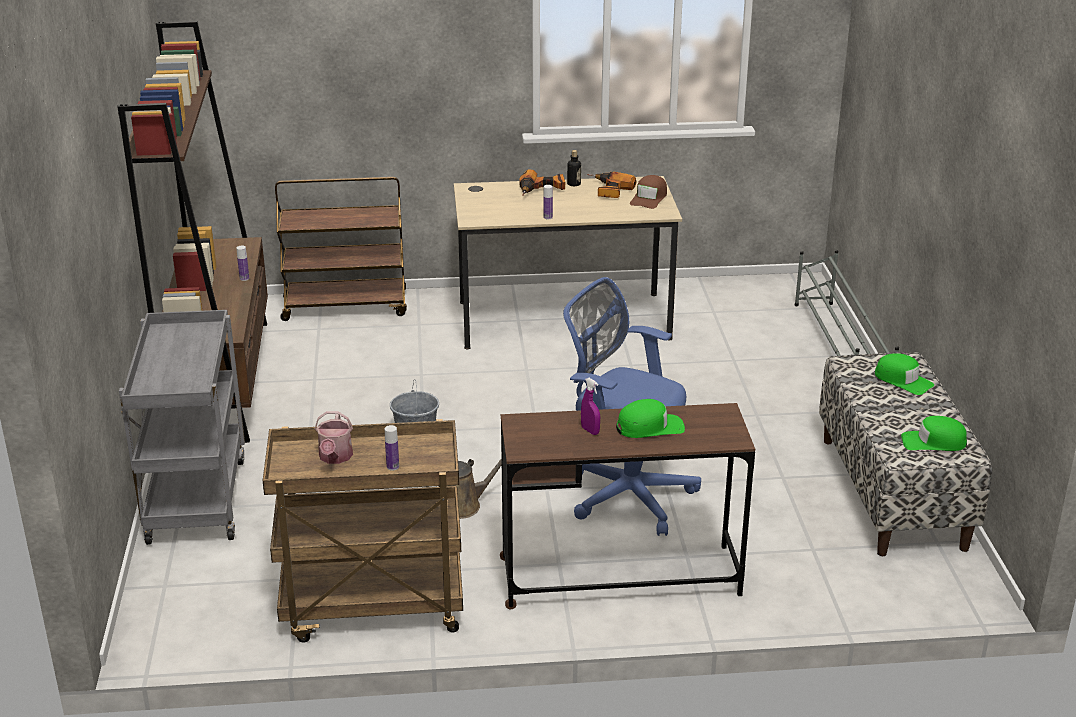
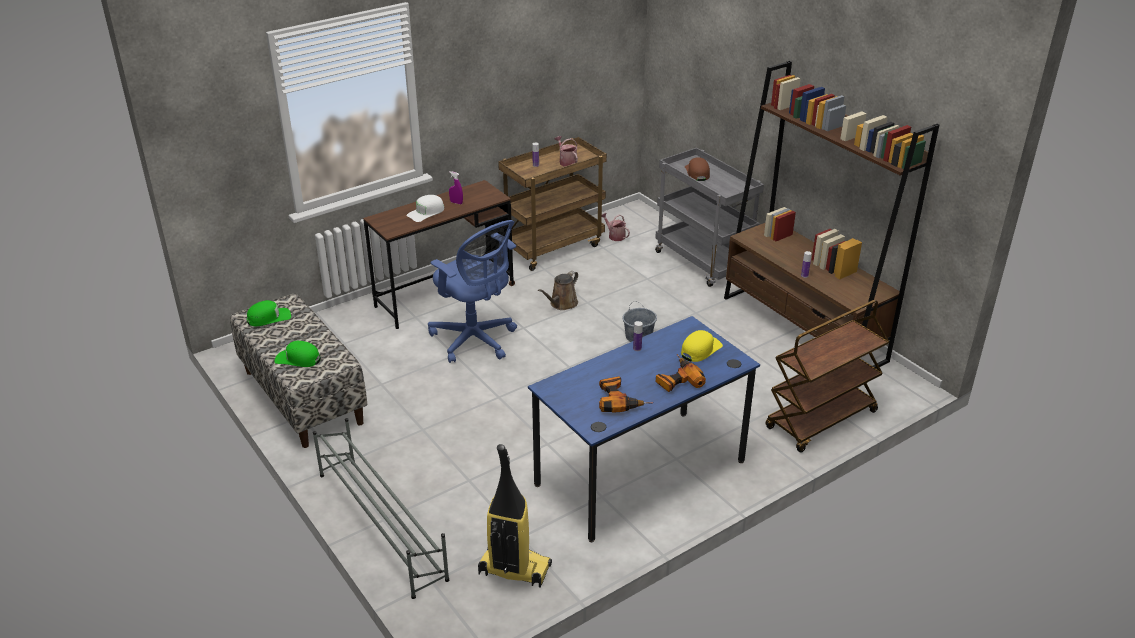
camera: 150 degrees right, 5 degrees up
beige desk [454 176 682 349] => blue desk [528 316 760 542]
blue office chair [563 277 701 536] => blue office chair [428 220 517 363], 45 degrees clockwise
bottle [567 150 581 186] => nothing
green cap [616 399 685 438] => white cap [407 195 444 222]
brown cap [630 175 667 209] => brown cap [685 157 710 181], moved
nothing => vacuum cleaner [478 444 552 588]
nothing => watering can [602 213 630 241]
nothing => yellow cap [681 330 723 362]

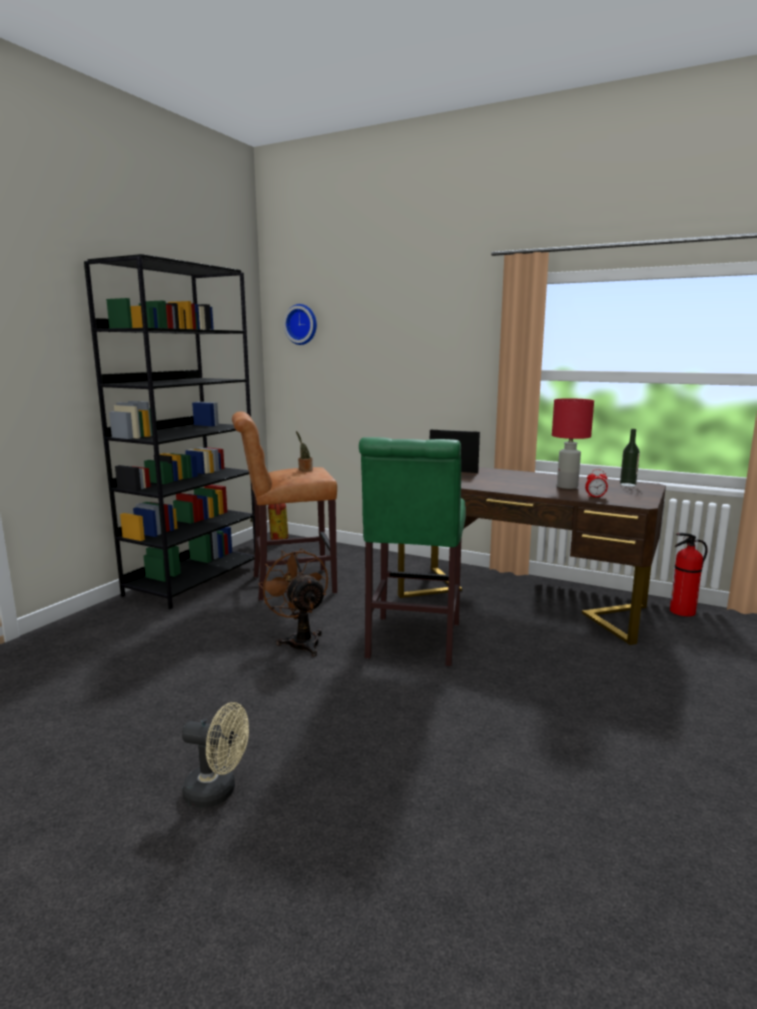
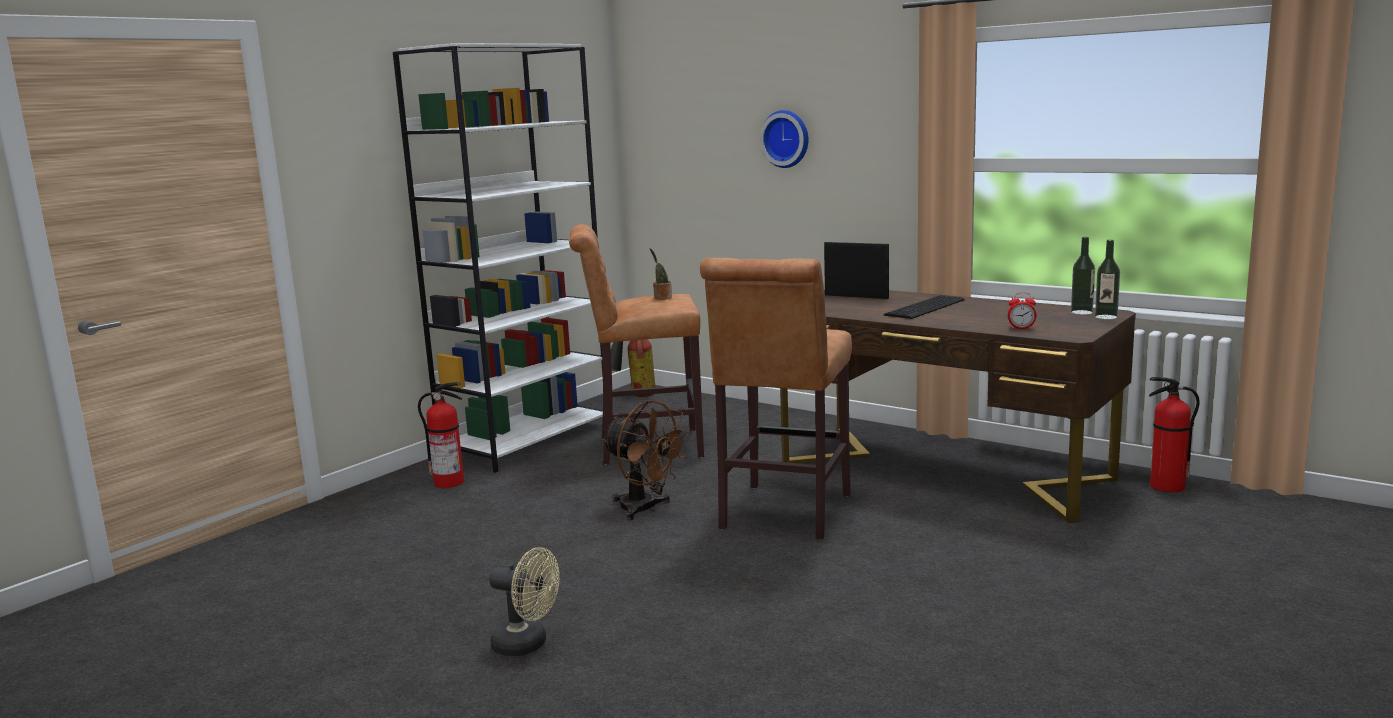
camera: 10 degrees right, 0 degrees up
black bookcase [84 254 255 609] => white bookcase [393 43 603 473]
brown fan [259 548 328 657] => brown fan [601 400 690 520], 150 degrees clockwise
wall clock [283 304 317 345] => wall clock [760 110 808 168], moved
green stool [359 437 466 666] => brown stool [700 258 852 540]
red table lamp [552 398 594 489] => nothing
nothing => fire extinguisher [418 382 464 488]
nothing => keyboard [884 295 965 319]
nothing => bottle [1095 240 1120 319]

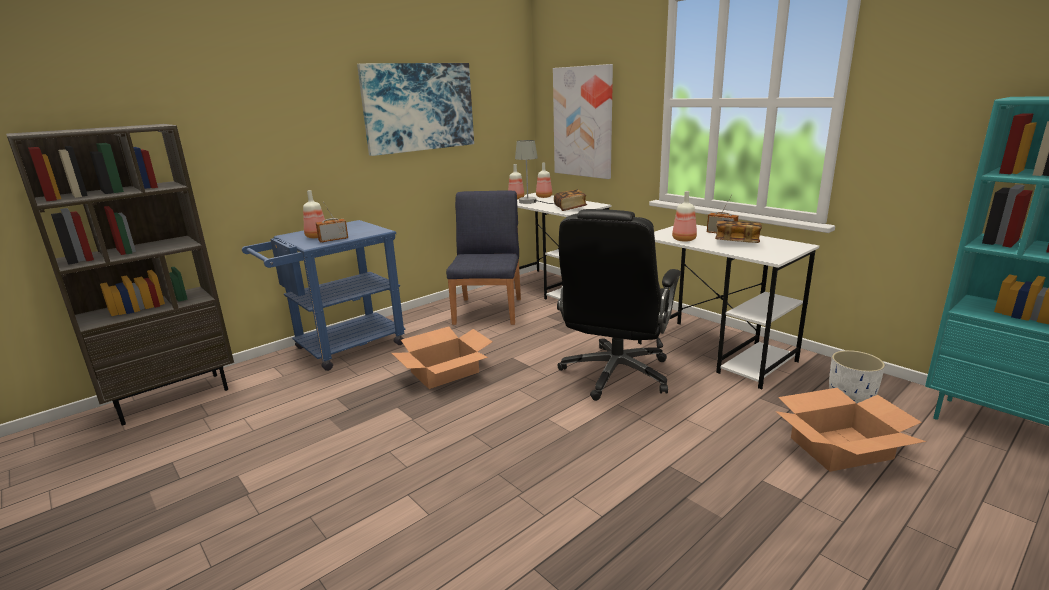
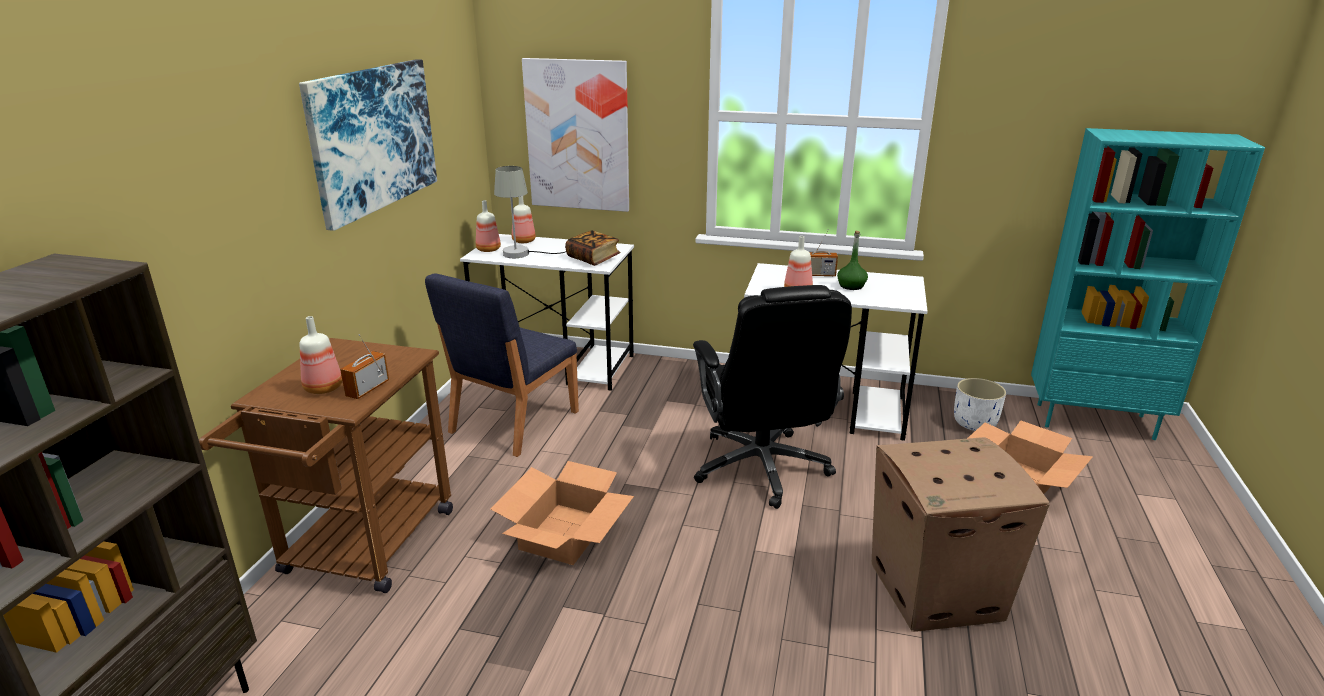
camera: 35 degrees left, 5 degrees up
blue cart [242 220 405 371] => brown cart [199 338 453 593]
blue chair [446 190 521 325] => blue chair [425 273 579 457], 120 degrees counterclockwise
book [715 221 762 243] => green bottle [837 231 868 290]
nothing => cardboard box [871 437 1050 632]

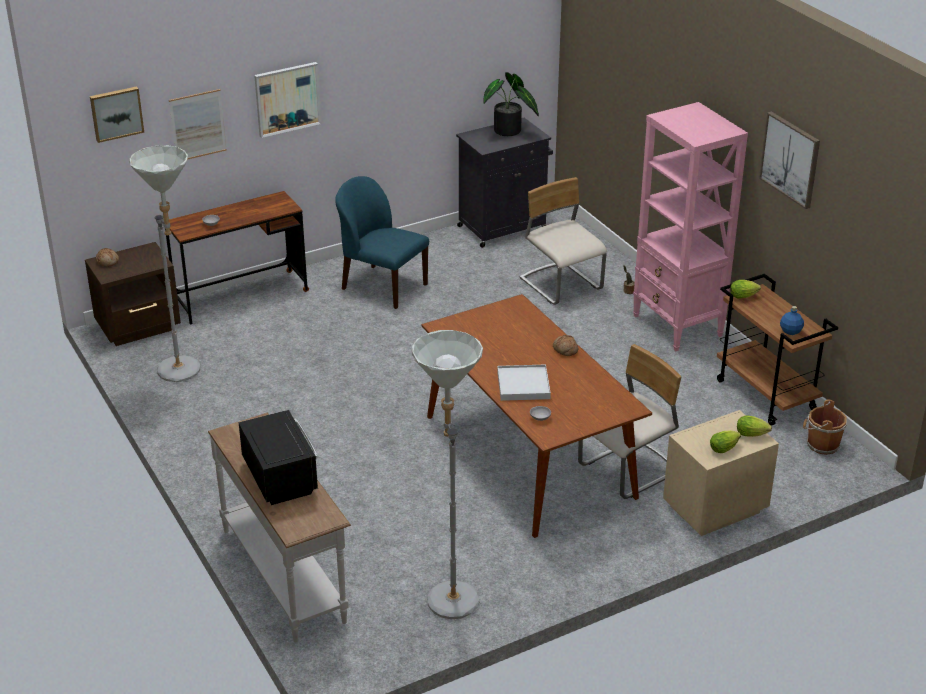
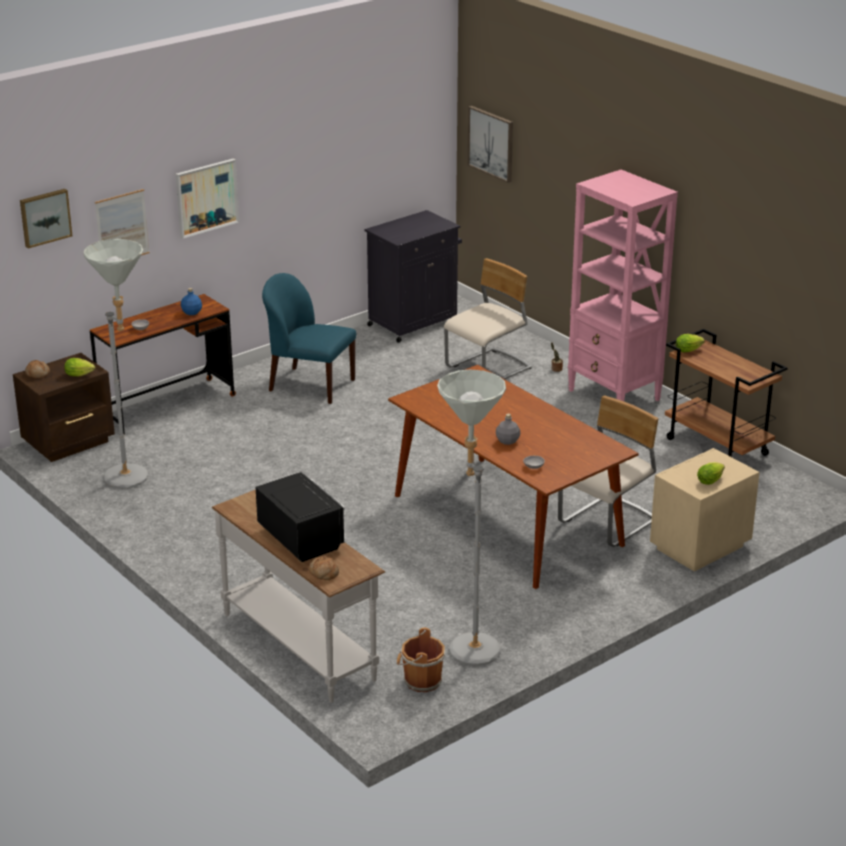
camera: 10 degrees left, 5 degrees down
potted plant [483 72 539 136] => nothing
white tray [497 364 551 401] => grey bottle [496 414 520 445]
beige chair [520 177 607 305] => beige chair [444 258 532 379], 90 degrees clockwise
bread [553 335 578 356] => bread [309 556 339 580], moved
lettuce [737 416 772 437] => lettuce [64 358 95 376], moved
picture [759 112 820 209] => picture [468 106 513 183], moved
blue bottle [780 306 804 335] => blue bottle [181 288 202 315], moved
brown bucket [803 399 847 455] => brown bucket [397 628 445 692], moved

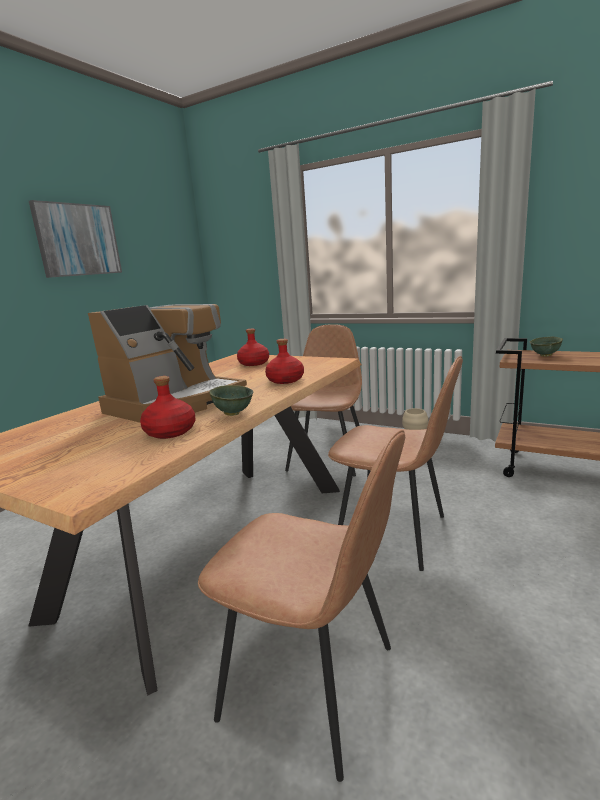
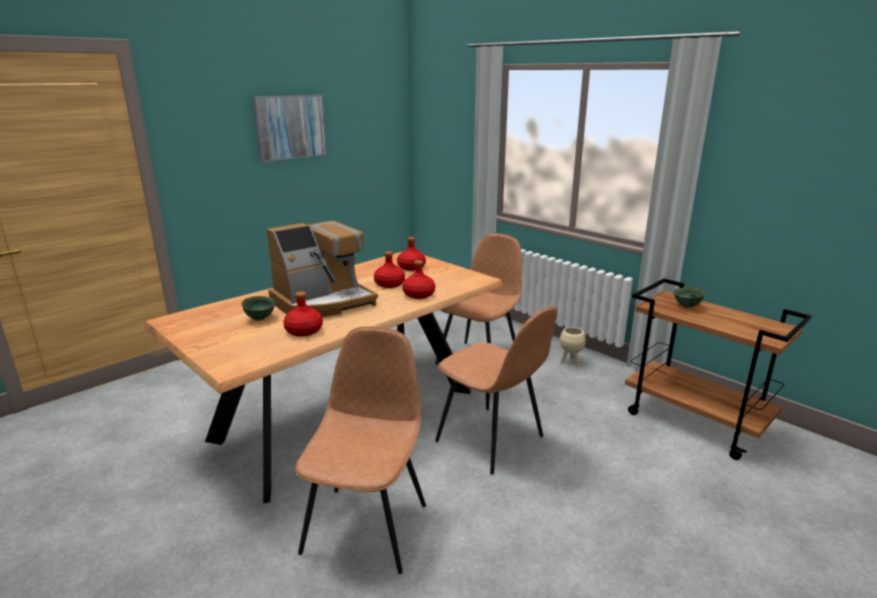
camera: 15 degrees right, 5 degrees up
brown chair [198 430 405 782] => brown chair [295 326 426 574], 120 degrees counterclockwise
green bowl [209 385 254 416] => green bowl [241 296 275 321], moved
nothing => red bottle [374 251 405 288]

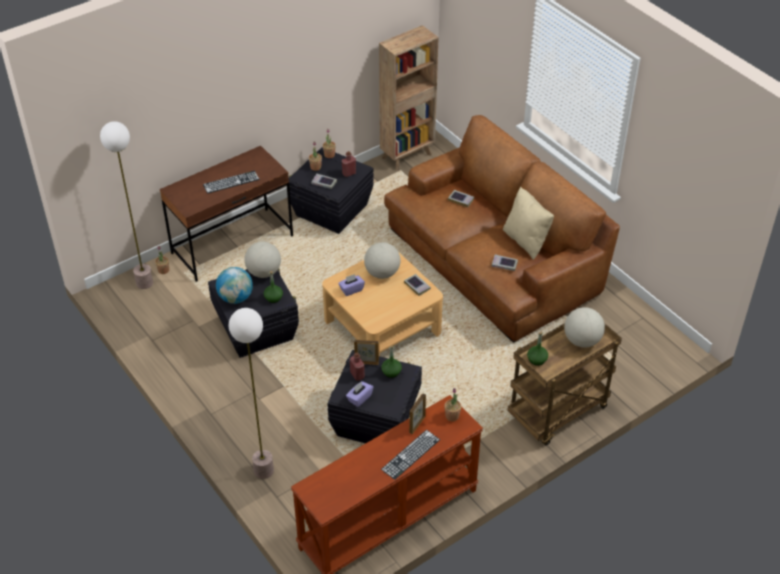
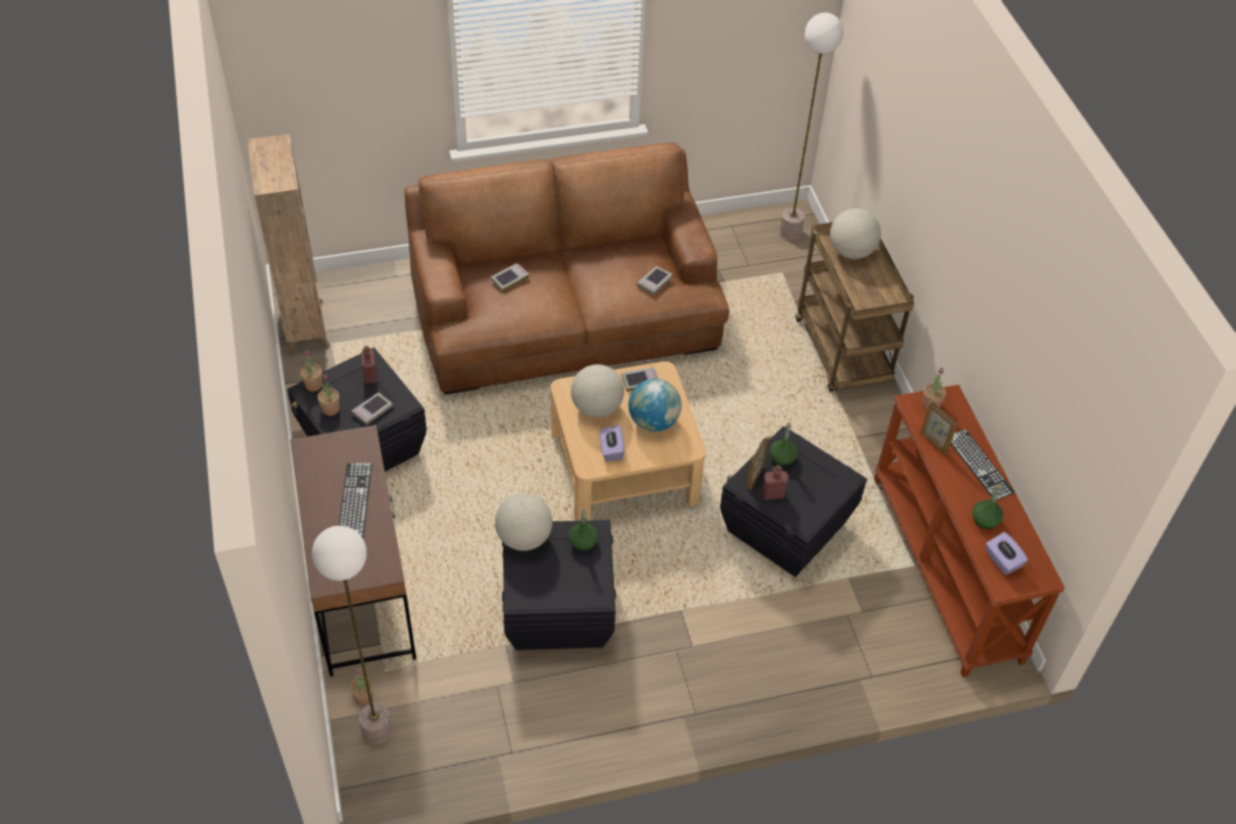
camera: 70 degrees left, 5 degrees up
globe [216 267 253 304] => globe [628 379 682 432], moved
floor lamp [229 308 274 479] => floor lamp [780 13 843 241], moved
purple tissue box [346 381 373 407] => purple tissue box [986 532 1028 575], moved
beige pillow [503 187 554 260] => nothing
green bottle [527 332 548 366] => green bottle [972 484 1003 529], moved

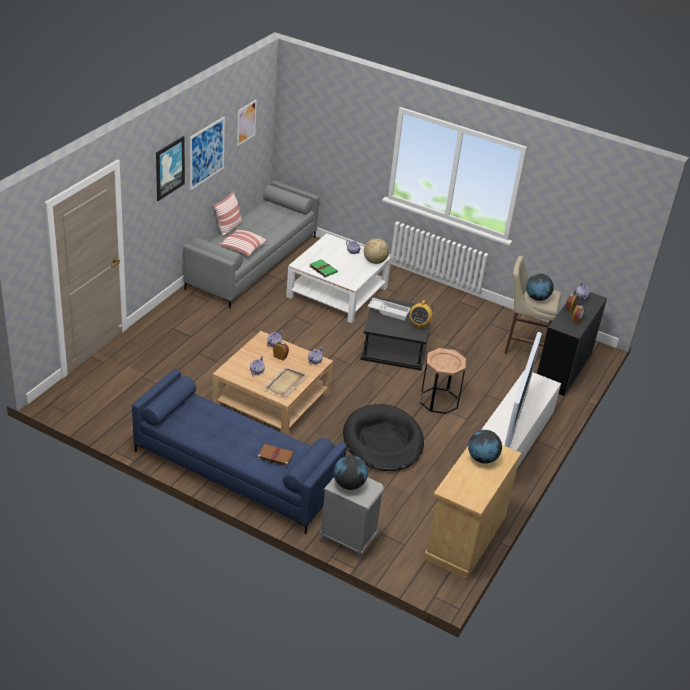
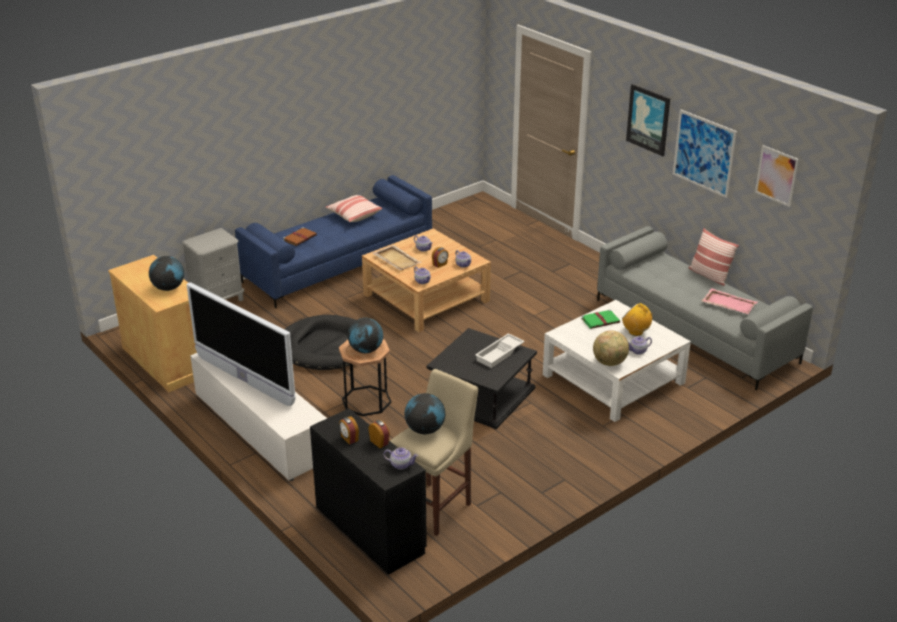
camera: 115 degrees right, 5 degrees down
pillow [218 230 268 256] => pillow [325 195 382 222], moved
globe [334 455 368 490] => globe [348 318 383 353], moved
radio [409 300 433 328] => radio [622 303 655 336], moved
nothing => pink tray [702 288 757 314]

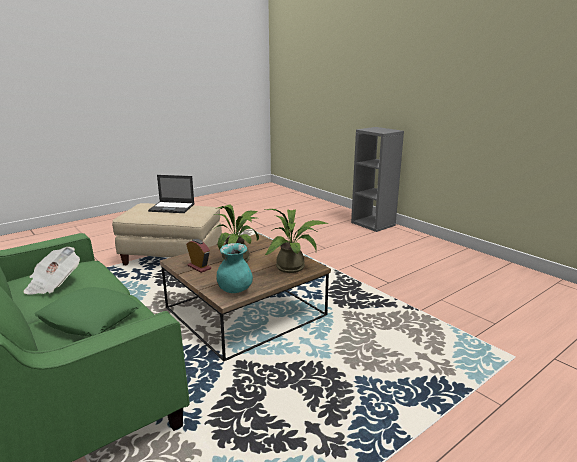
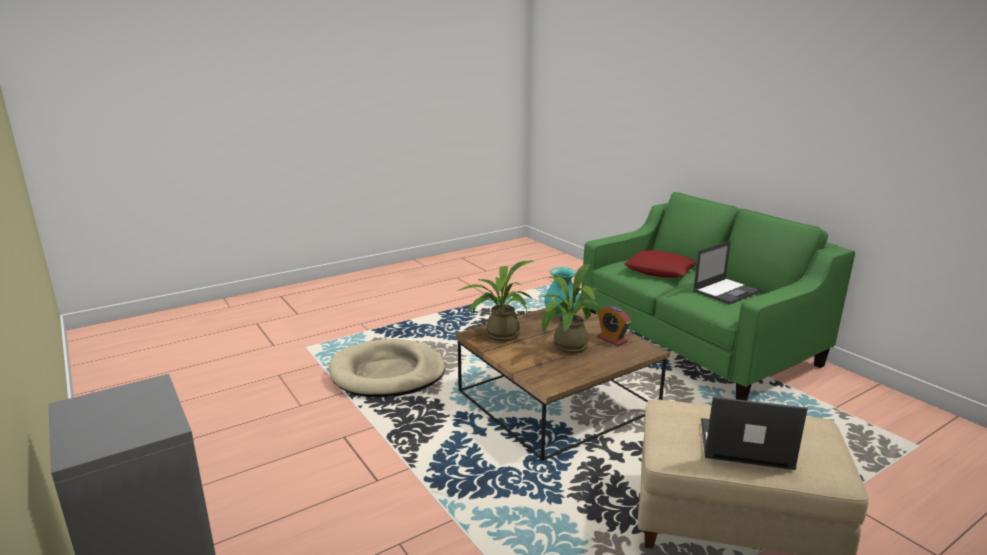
camera: 175 degrees left, 0 degrees up
newspaper [24 247 80 295] => laptop [693 241 761 304]
green pillow [35 287 141 336] => red pillow [624 250 697 278]
nothing => beige dog bed [329 339 445 397]

